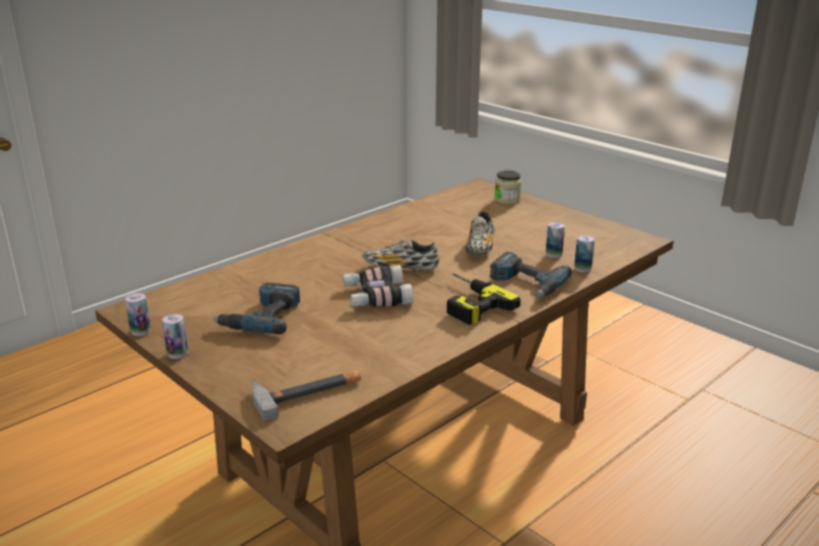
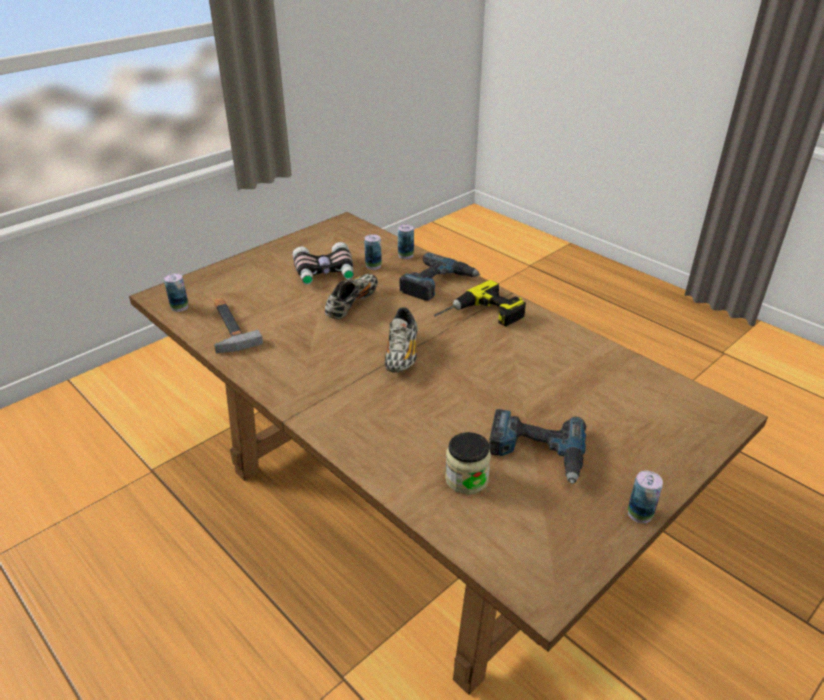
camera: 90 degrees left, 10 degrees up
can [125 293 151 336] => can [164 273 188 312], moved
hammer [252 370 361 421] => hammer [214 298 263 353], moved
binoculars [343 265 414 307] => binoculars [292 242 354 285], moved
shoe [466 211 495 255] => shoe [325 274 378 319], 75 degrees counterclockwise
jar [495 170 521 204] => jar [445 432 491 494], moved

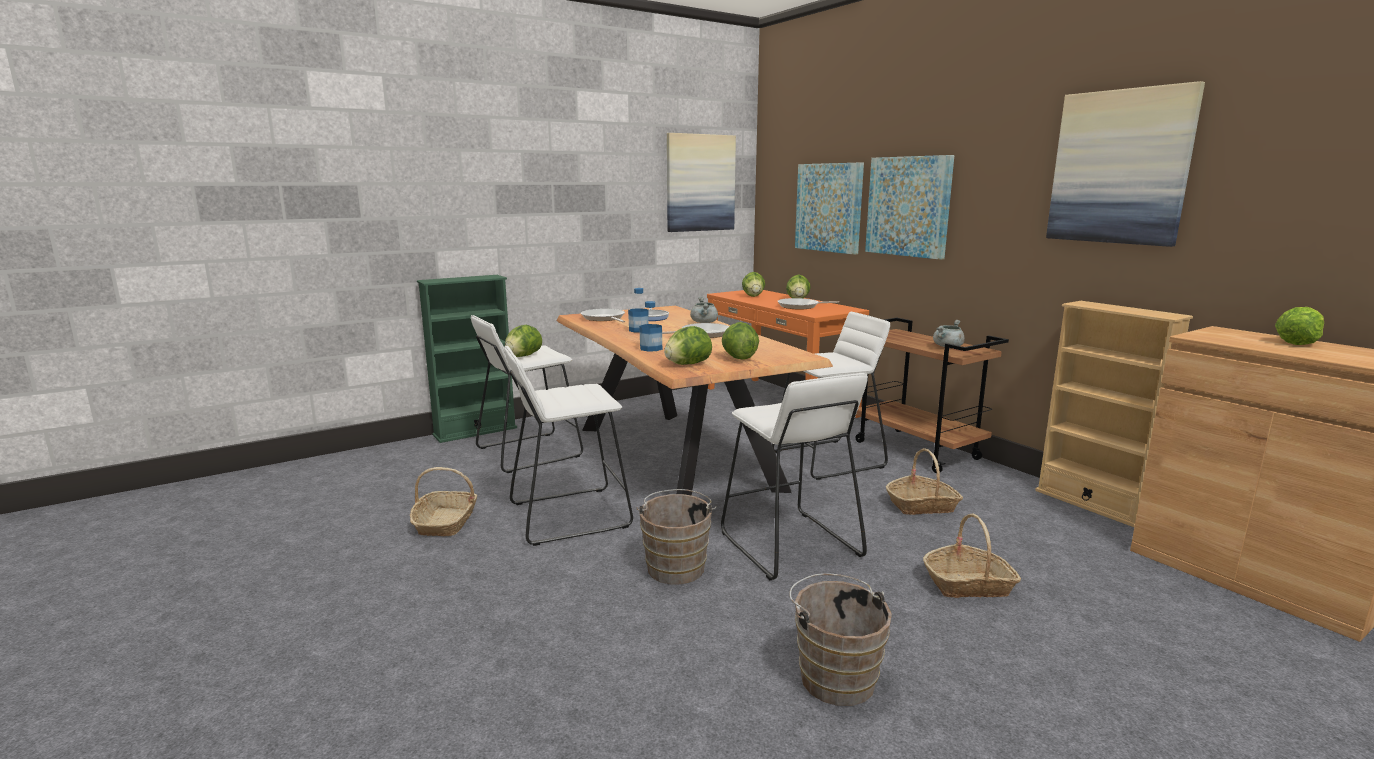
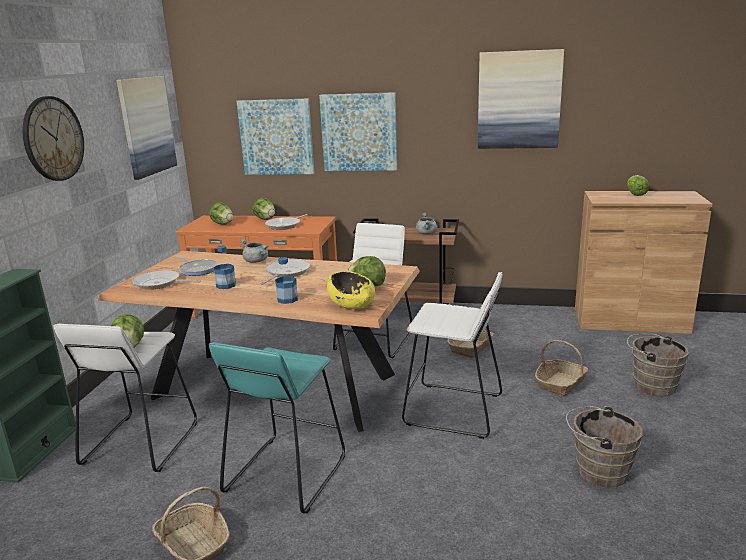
camera: 45 degrees left, 5 degrees up
white stool [504 346 633 546] => turquoise stool [209 342 345 514]
brown bucket [636 489 717 584] => brown bucket [627 333 689 397], moved
lettuce [664 326 712 365] => yellow bowl [327 271 375 309]
beige bookcase [1035 301 1193 527] => nothing
nothing => wall clock [23 96 84 181]

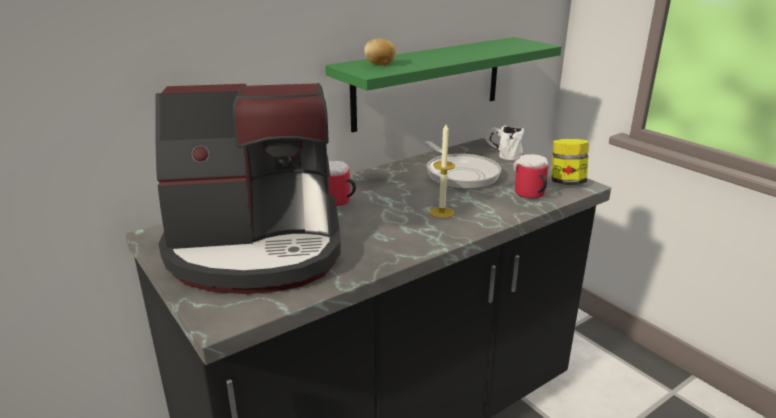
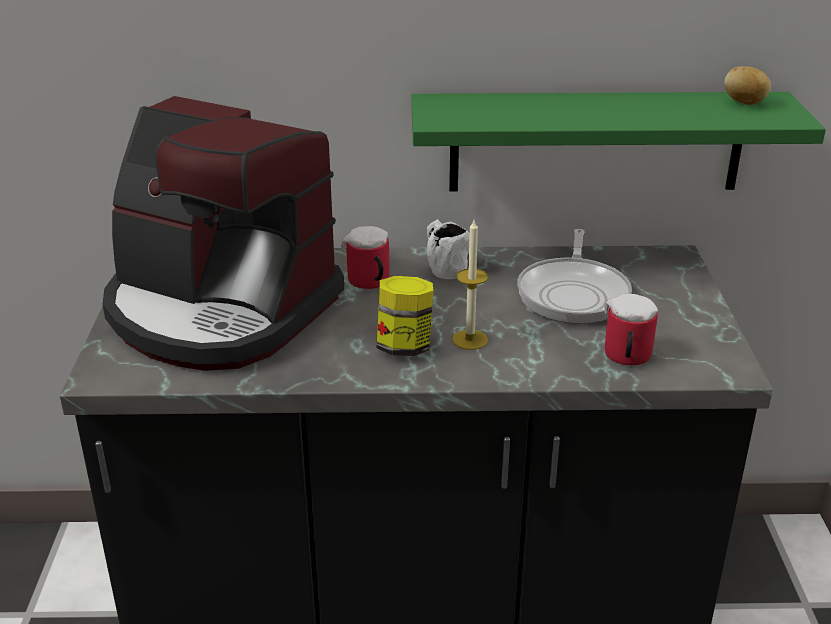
camera: 35 degrees right, 5 degrees up
potato [364 39 397 65] => potato [724 66 771 105], moved
white mug [486 125 524 160] => white mug [427 219 470 279], moved
jar [552 139 589 185] => jar [377 276 434 356], moved

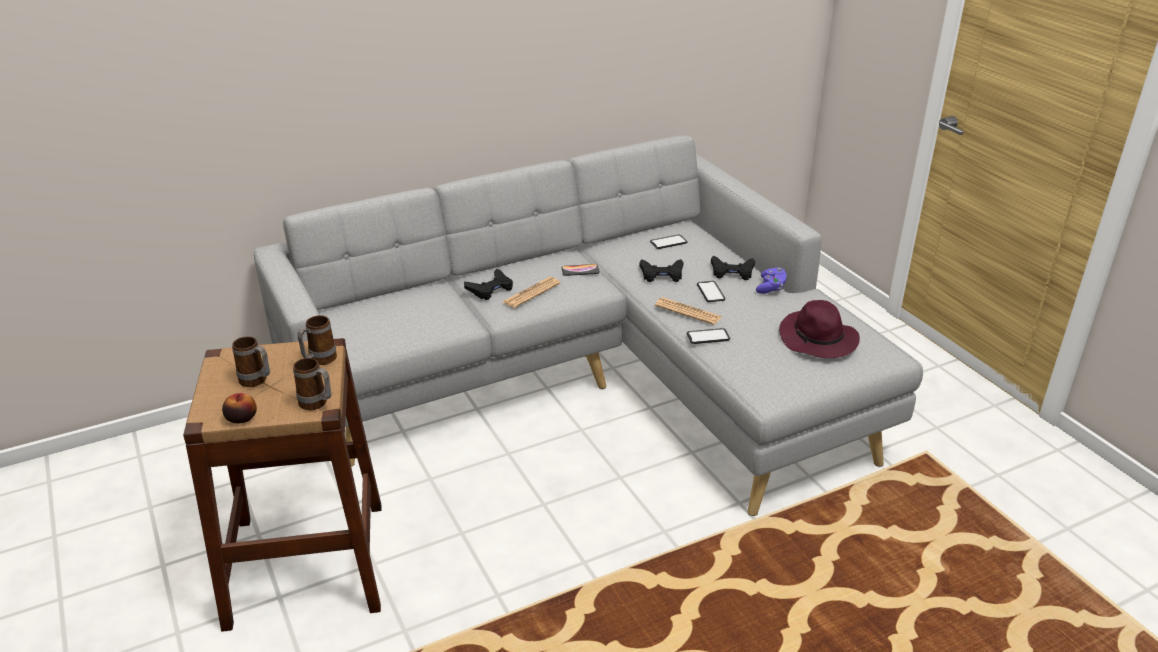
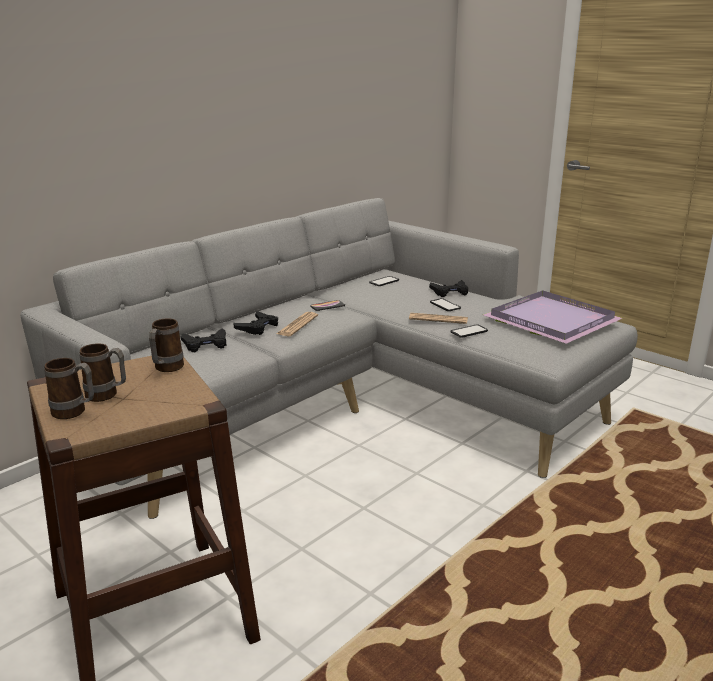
camera: 20 degrees left, 10 degrees down
apple [222 393 257 423] => nothing
mug [293 358 332 410] => mug [44 358 94 419], moved
black game controller [639 259 684 282] => black game controller [181 328 227 352], moved
purple game controller [756 267 787 294] => nothing
purple hat [779 300 860 358] => purple tray [483 290 622 344]

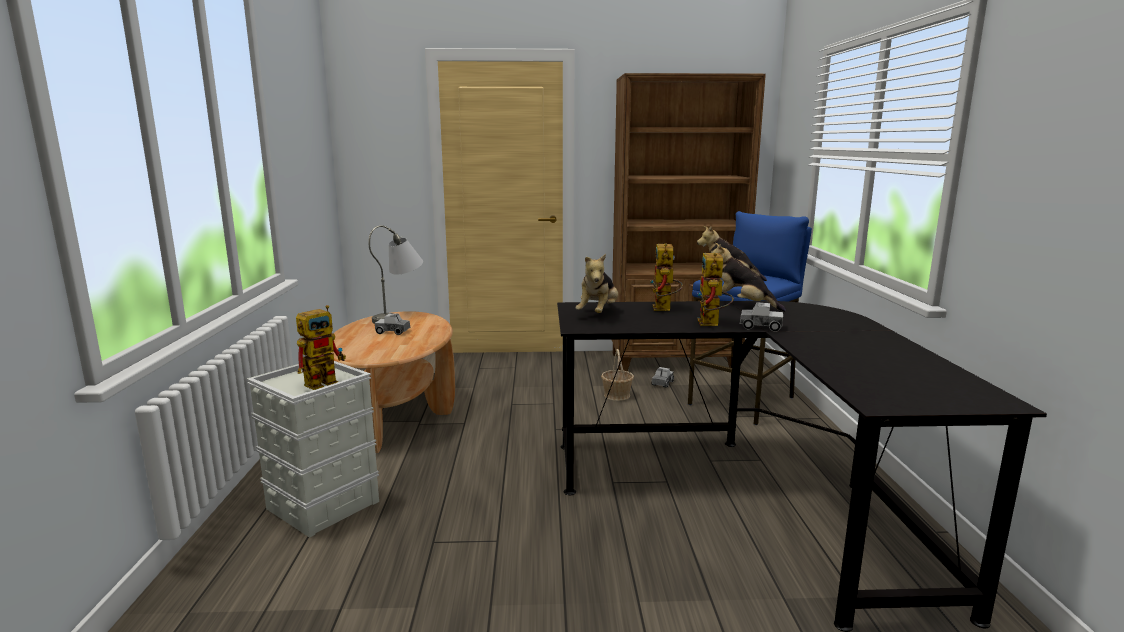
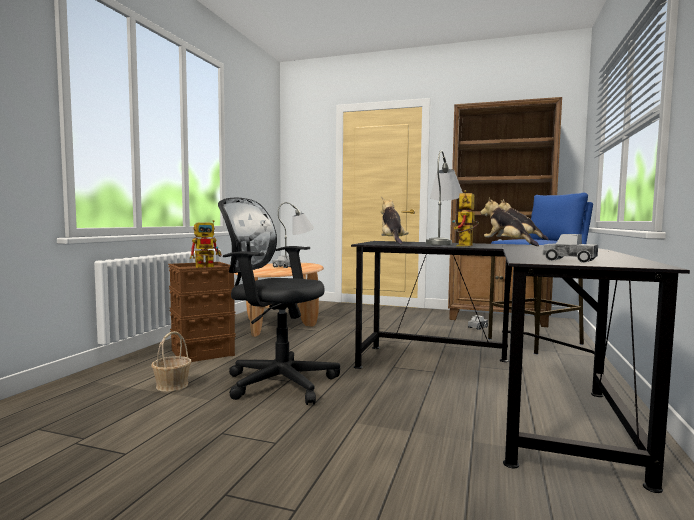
camera: 20 degrees right, 10 degrees down
grey storage box [247 361 379 538] => brown storage box [168 262 236 362]
plush toy [576 254 618 313] => plush toy [381 198 409 244], 135 degrees clockwise
basket [601 349 634 401] => basket [151 331 191 392], moved
toy robot [650 243 683 311] => grey table lamp [426 150 463 245]
toy truck [740 302 783 332] => toy truck [542 234 598 263], moved
nothing => black office chair [218 198 340 405]

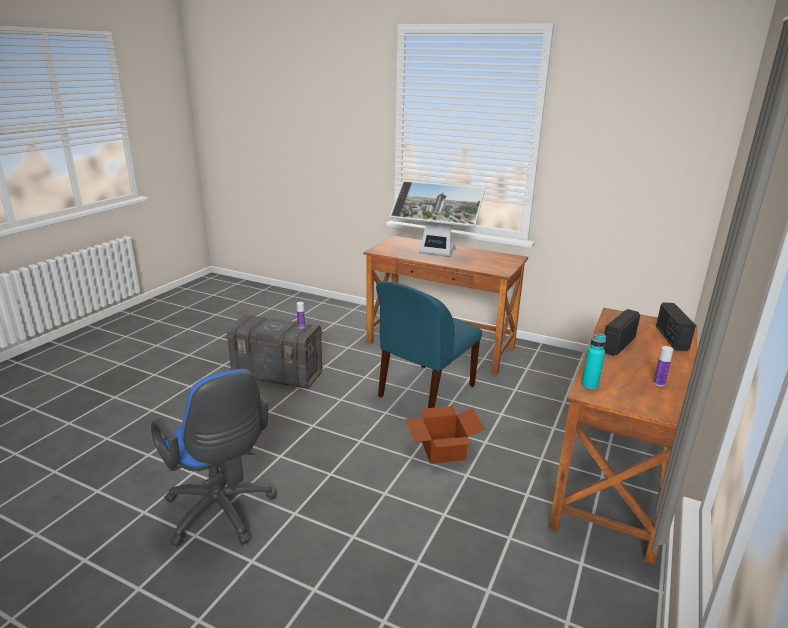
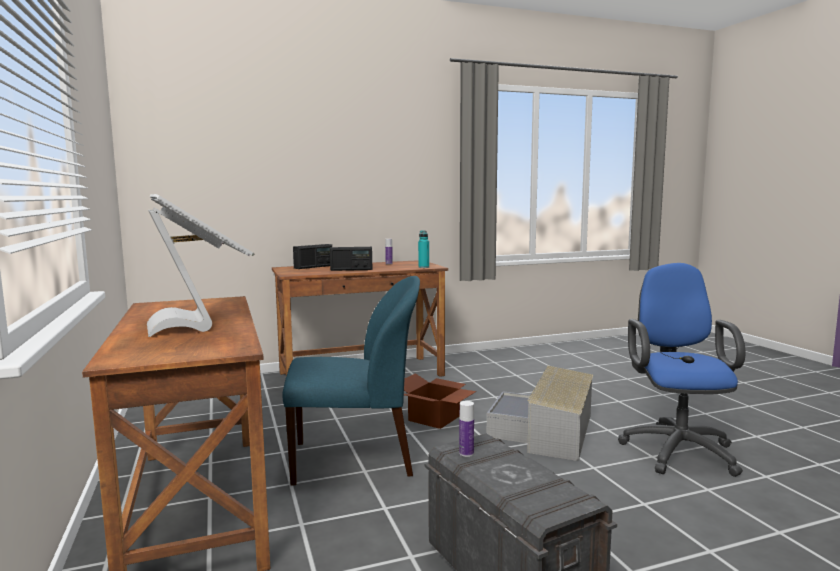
camera: 135 degrees left, 15 degrees down
nothing => grey storage box [487 366 593 461]

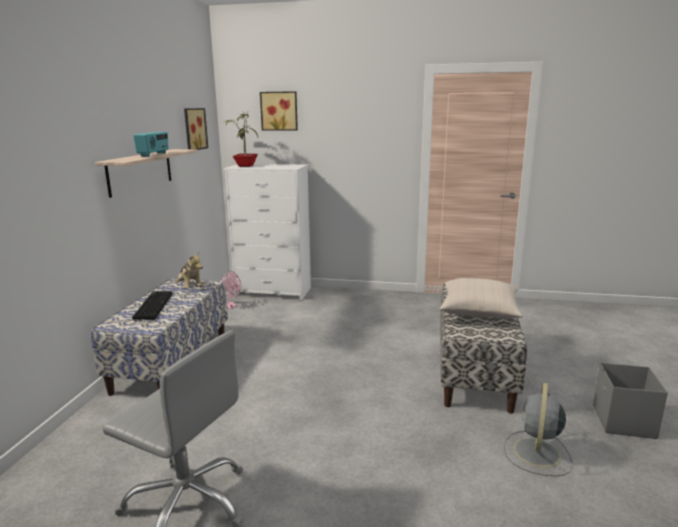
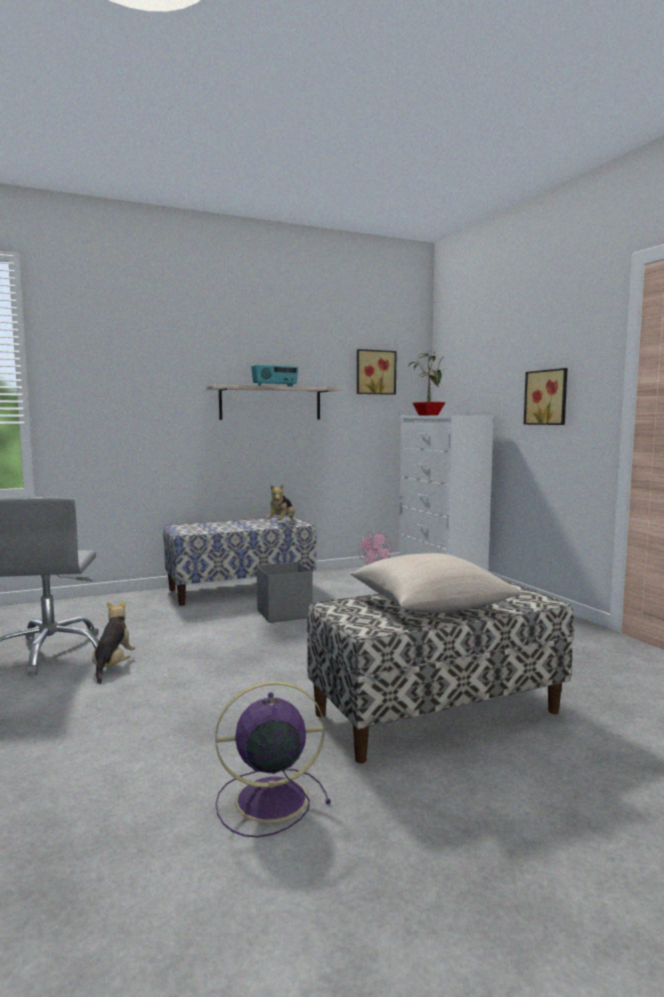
camera: 55 degrees right, 10 degrees down
keyboard [132 291 173 320] => nothing
picture [260 91 298 131] => picture [524 368 568 425], moved
grey fan [504 382 573 476] => purple fan [215 681 331 838]
grey storage box [593 363 668 439] => grey storage box [257 562 313 623], moved
nothing => plush toy [92 601 135 684]

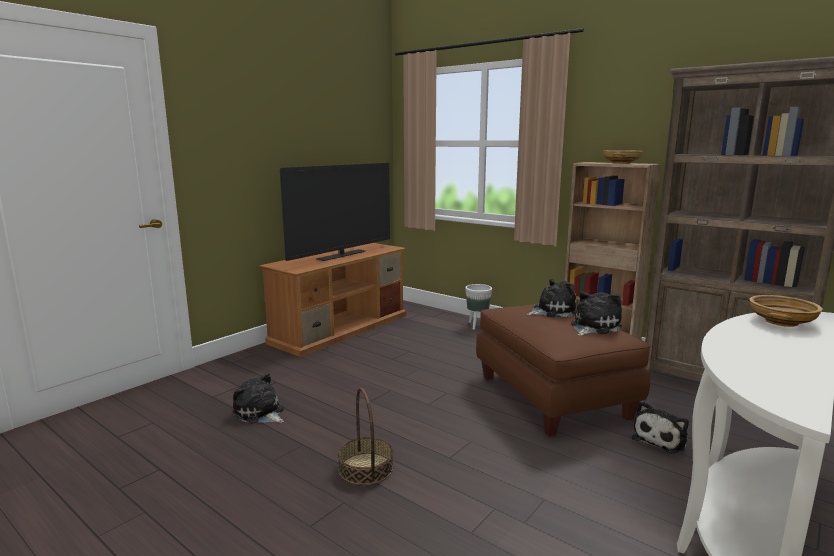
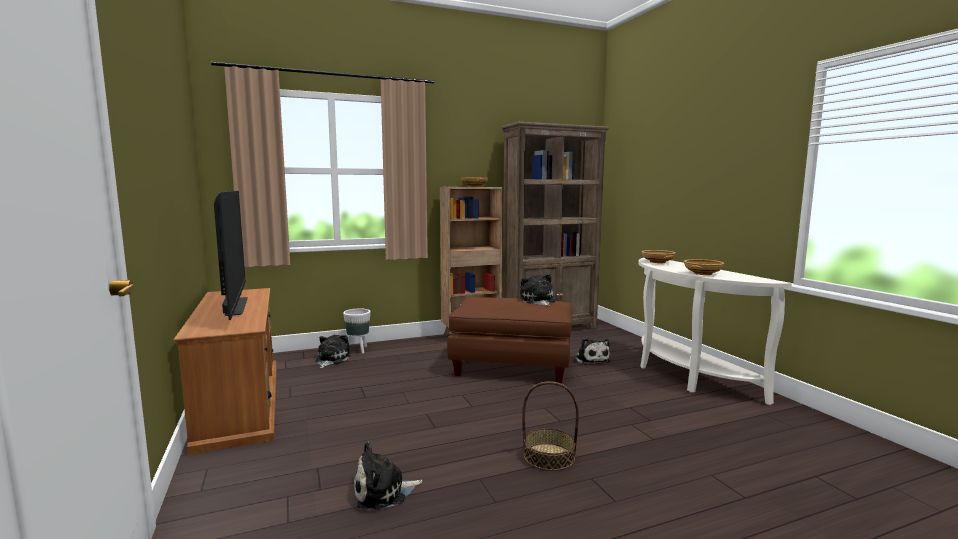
camera: 60 degrees left, 5 degrees down
plush toy [527 279 576 317] => plush toy [315 335 351 368], moved
nothing => beige bowl [684 259 724 275]

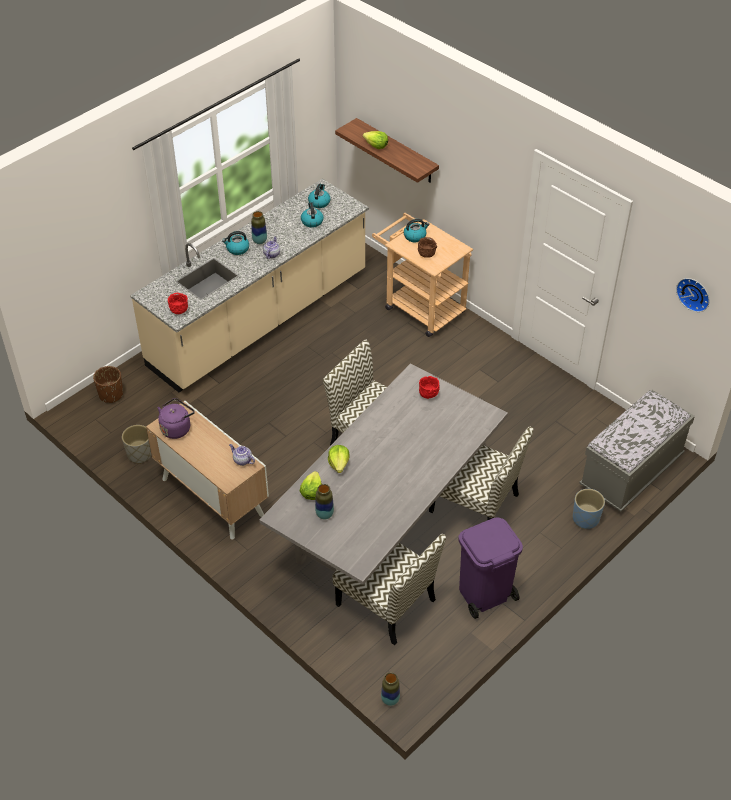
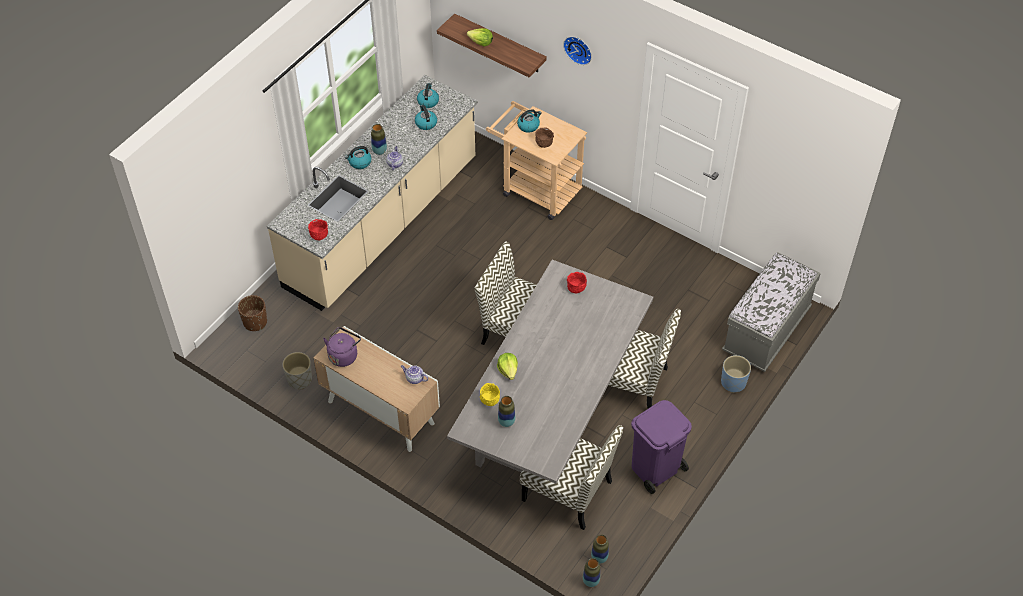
camera: 10 degrees left, 5 degrees up
lettuce [299 471 322 500] => yellow bowl [480 383 500 406]
wall clock [676 278 710 312] => wall clock [563 36 592 65], moved
nothing => vase [591 535 609 564]

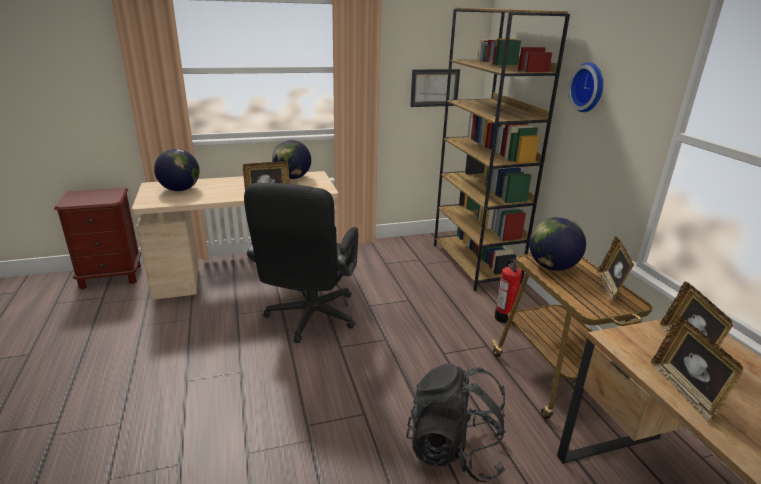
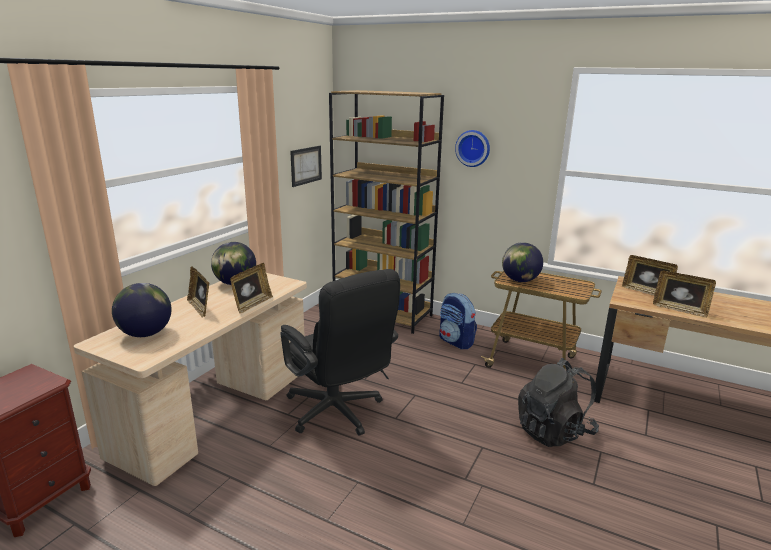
camera: 45 degrees left, 5 degrees down
fire extinguisher [495 258 522 324] => backpack [439 293 477 349]
picture frame [597 236 634 301] => picture frame [187 266 209 318], moved

